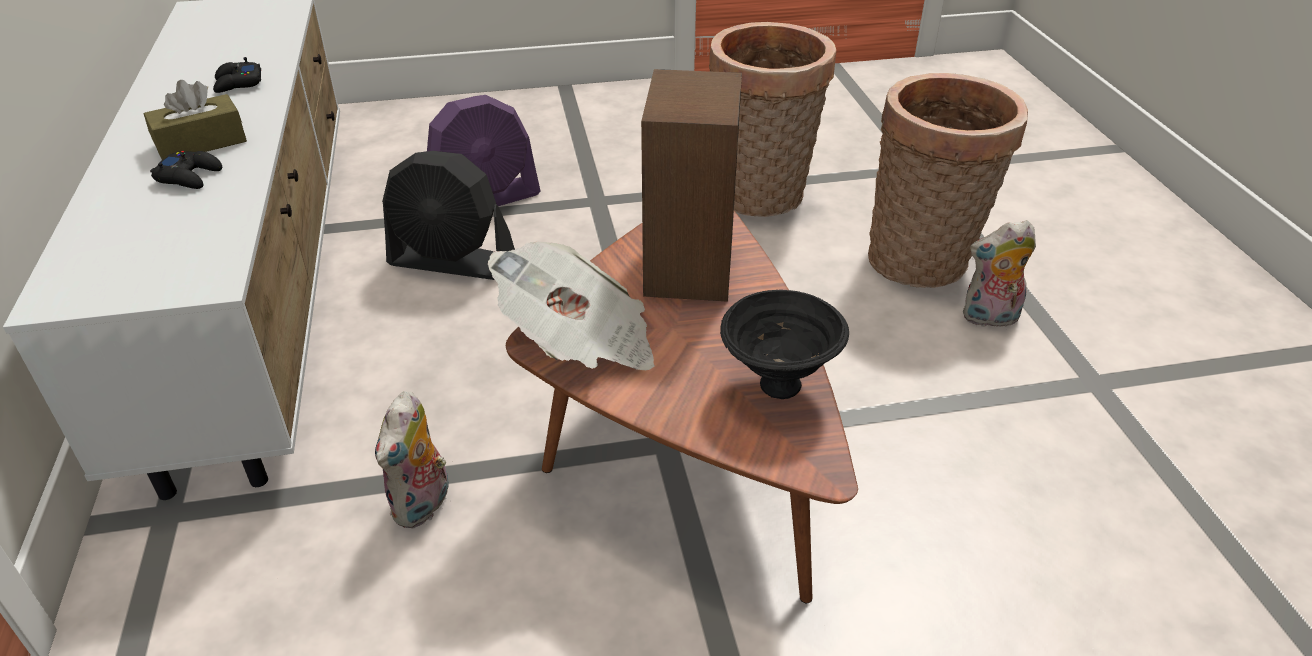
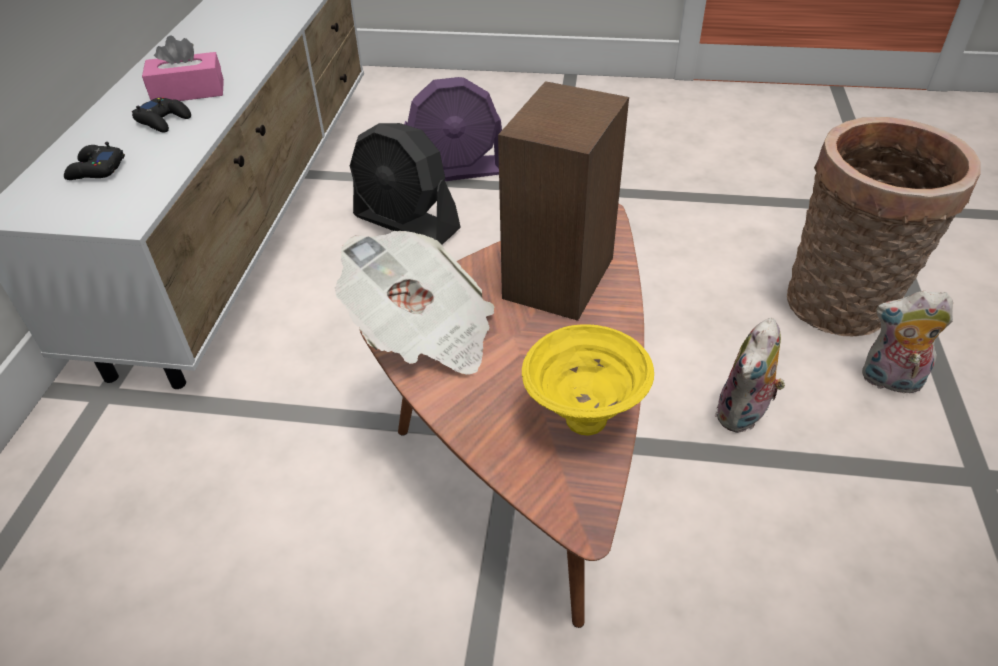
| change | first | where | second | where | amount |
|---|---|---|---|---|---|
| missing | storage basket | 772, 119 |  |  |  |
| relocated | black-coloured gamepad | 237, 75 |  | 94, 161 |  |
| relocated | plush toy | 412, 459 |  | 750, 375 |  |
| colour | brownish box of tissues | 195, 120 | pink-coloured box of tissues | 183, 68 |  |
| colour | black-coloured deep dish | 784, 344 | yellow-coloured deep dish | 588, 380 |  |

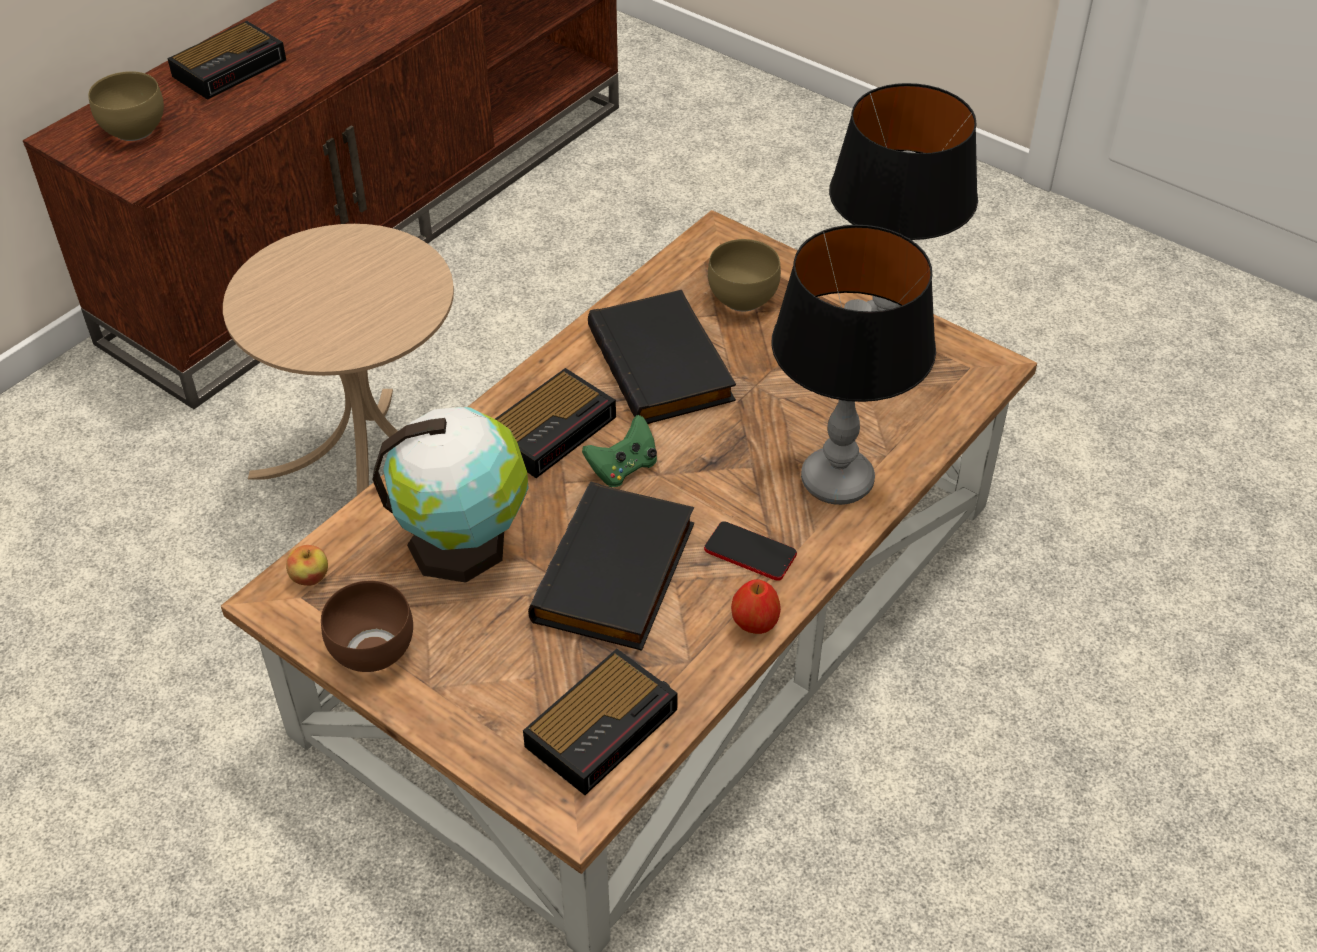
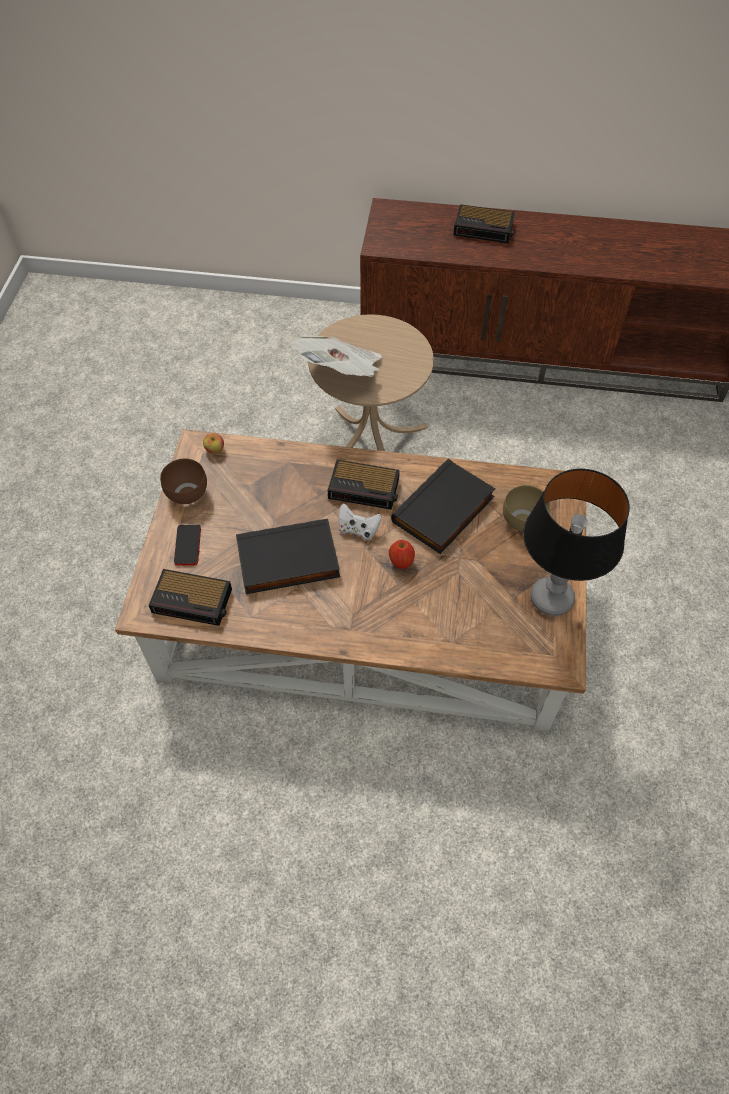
| change | first | where | second | where | amount |
|---|---|---|---|---|---|
| missing | brownish deep dish | 126, 106 |  |  |  |
| missing | world globe | 450, 495 |  |  |  |
| missing | table lamp | 853, 365 |  |  |  |
| appeared |  |  | daily paper | 336, 356 |  |
| relocated | phone | 750, 551 |  | 187, 545 |  |
| relocated | apple | 756, 606 |  | 402, 554 |  |
| colour | greenish gamepad | 619, 451 | white-coloured gamepad | 360, 522 |  |

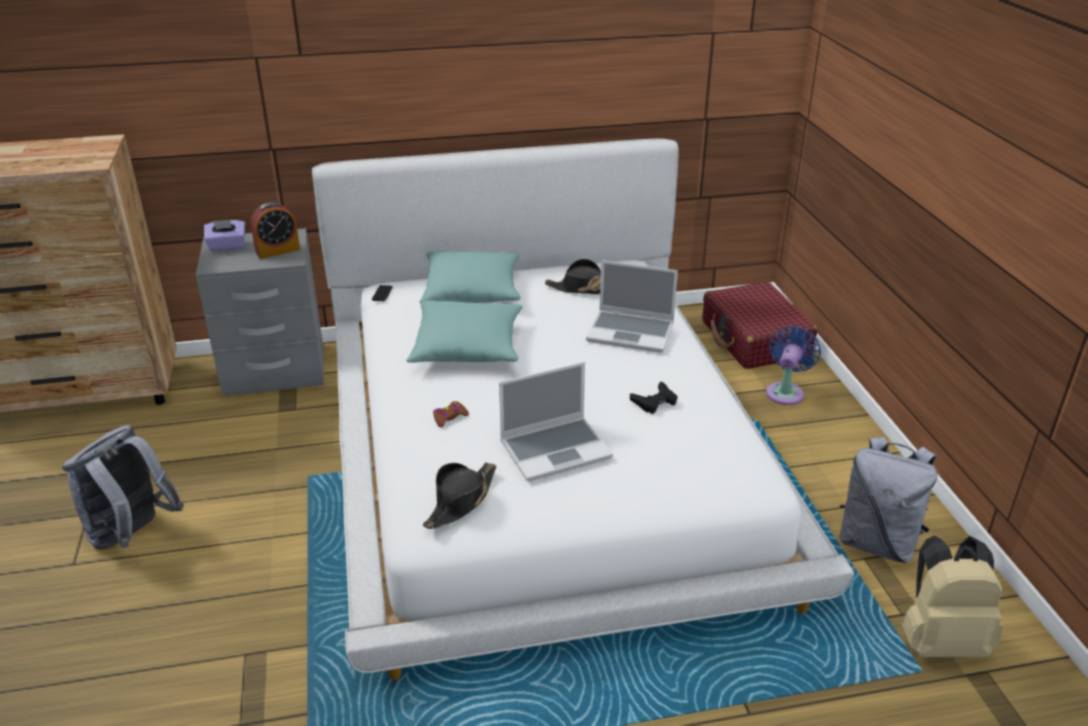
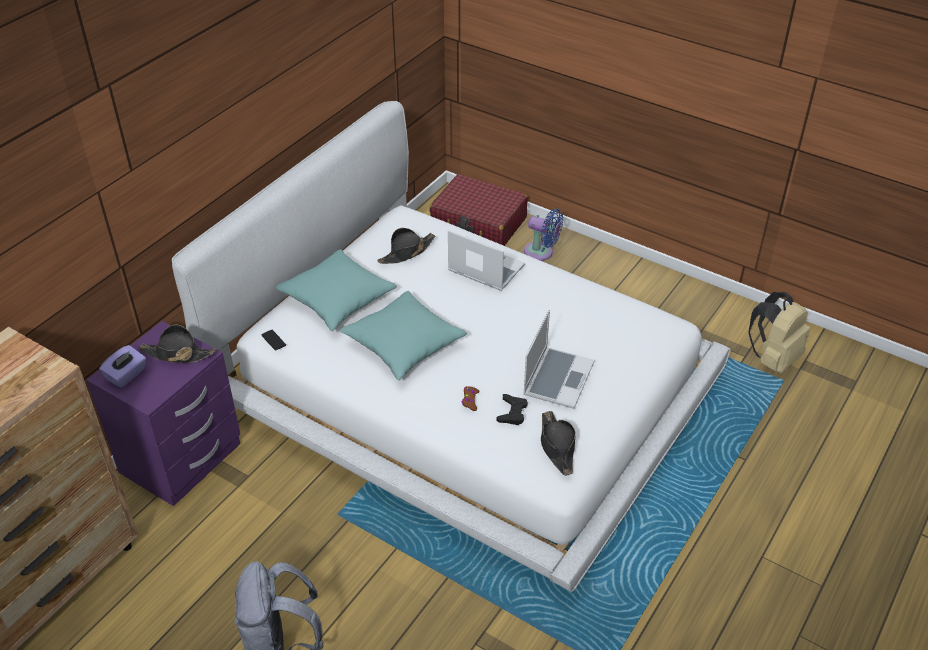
| change | first | where | second | where | amount |
|---|---|---|---|---|---|
| missing | gray rucksack | 889, 500 |  |  |  |
| relocated | black-coloured gamepad | 653, 398 |  | 512, 409 |  |
| exchanged | bedside clock | 275, 230 | black-coloured wearable hat | 177, 344 |  |
| colour | gray nightstand | 260, 312 | purplish nightstand | 163, 413 |  |
| spun | portable computer | 632, 306 |  | 486, 260 | 120 degrees counterclockwise |
| spun | blue-coloured cooling fan | 793, 365 |  | 543, 235 | 135 degrees clockwise |

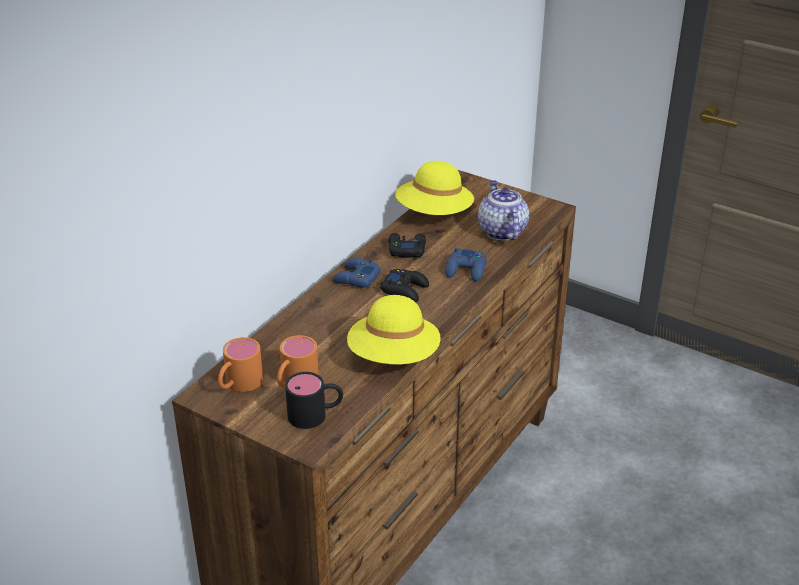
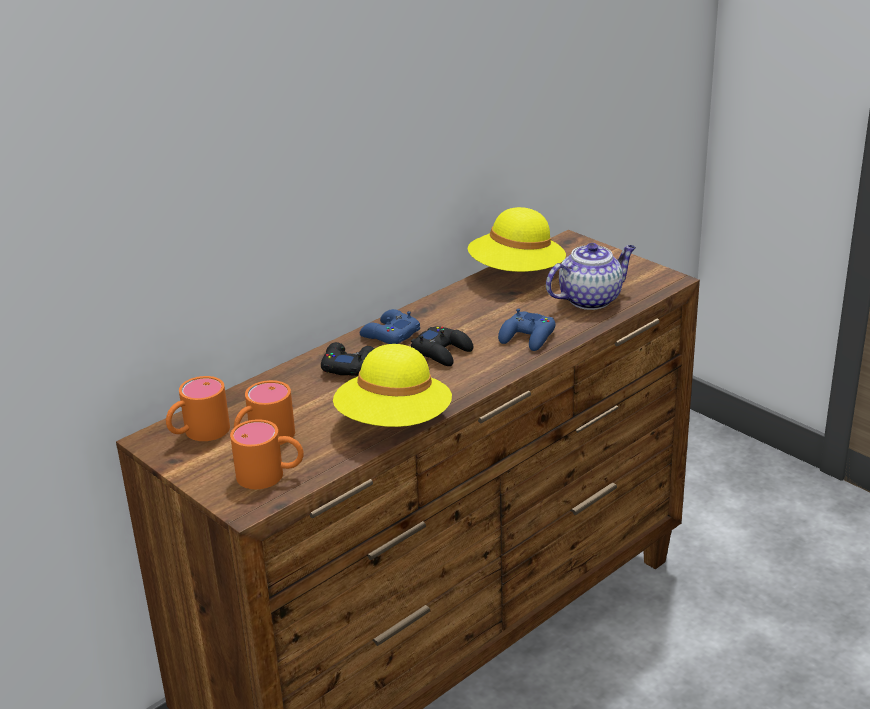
| change | first | where | second | where | amount |
|---|---|---|---|---|---|
| relocated | black-coloured gamepad | 407, 245 |  | 348, 359 |  |
| colour | black-coloured tea mug | 314, 400 | orangey tea mug | 267, 454 |  |
| spun | pot for tea | 503, 210 |  | 591, 276 | 60 degrees clockwise |

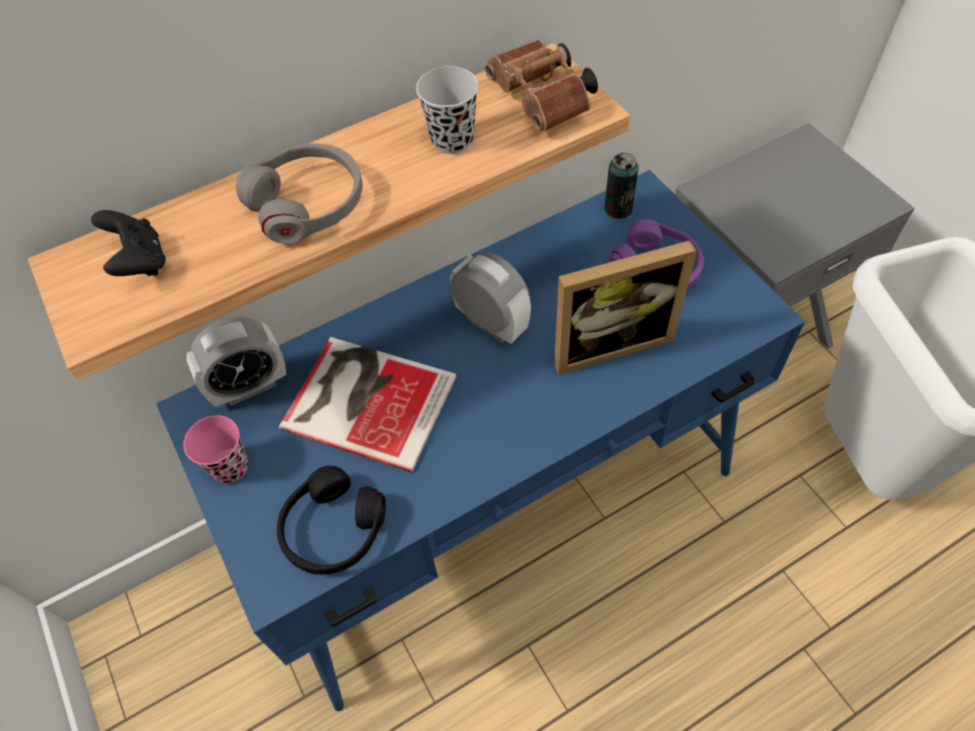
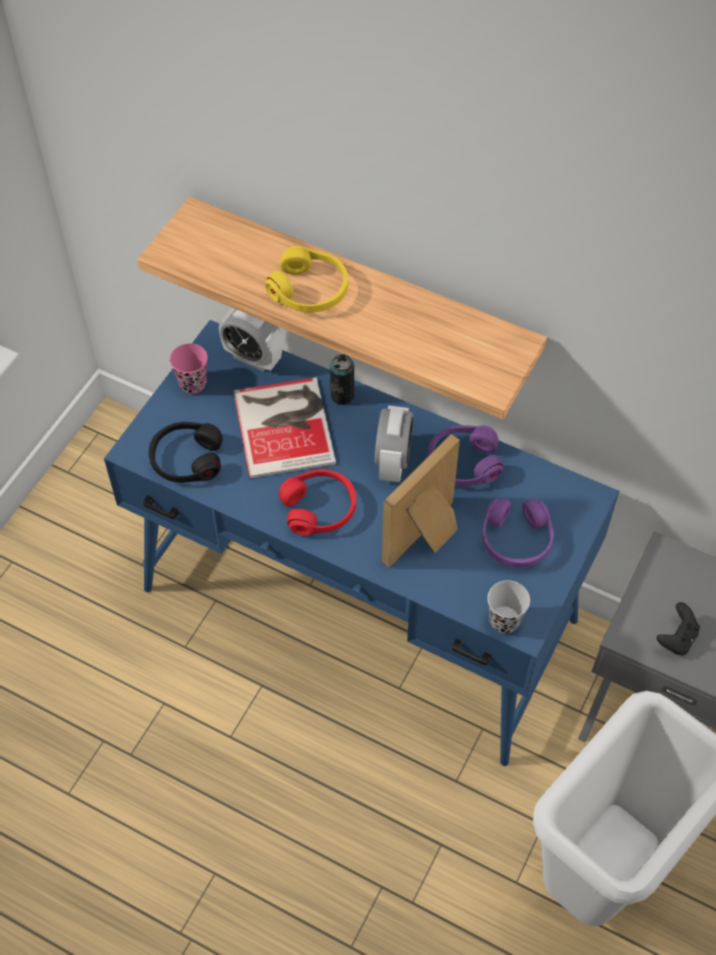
| change | first | where | second | where | amount |
|---|---|---|---|---|---|
| missing | brownish field glasses | 541, 86 |  |  |  |
| appeared |  |  | red-coloured pair of headphones | 317, 502 |  |
| appeared |  |  | purplish pair of headphones | 465, 455 |  |
| relocated | black-coloured gamepad | 128, 243 |  | 678, 628 |  |
| relocated | black-coloured small cup | 447, 110 |  | 508, 607 |  |
| relocated | sealed can | 621, 186 |  | 342, 379 |  |
| colour | gray pair of headphones | 299, 194 | yellow-coloured pair of headphones | 306, 279 |  |
| spun | photo frame | 625, 307 |  | 421, 501 | 90 degrees clockwise |

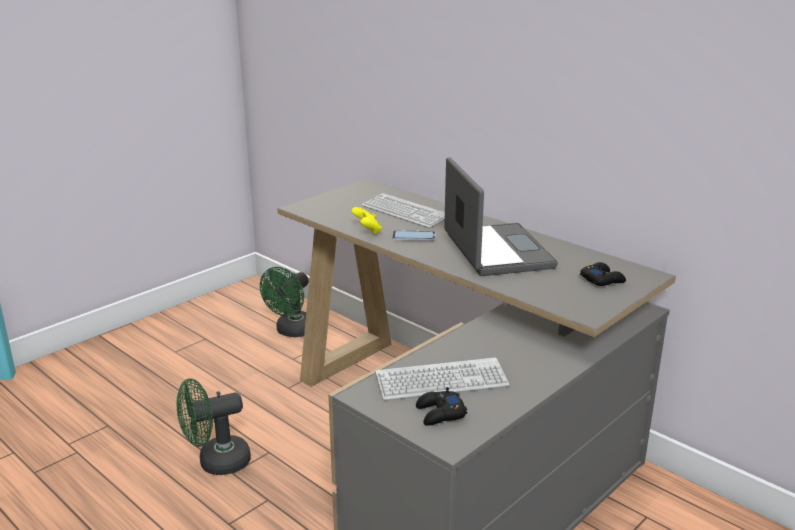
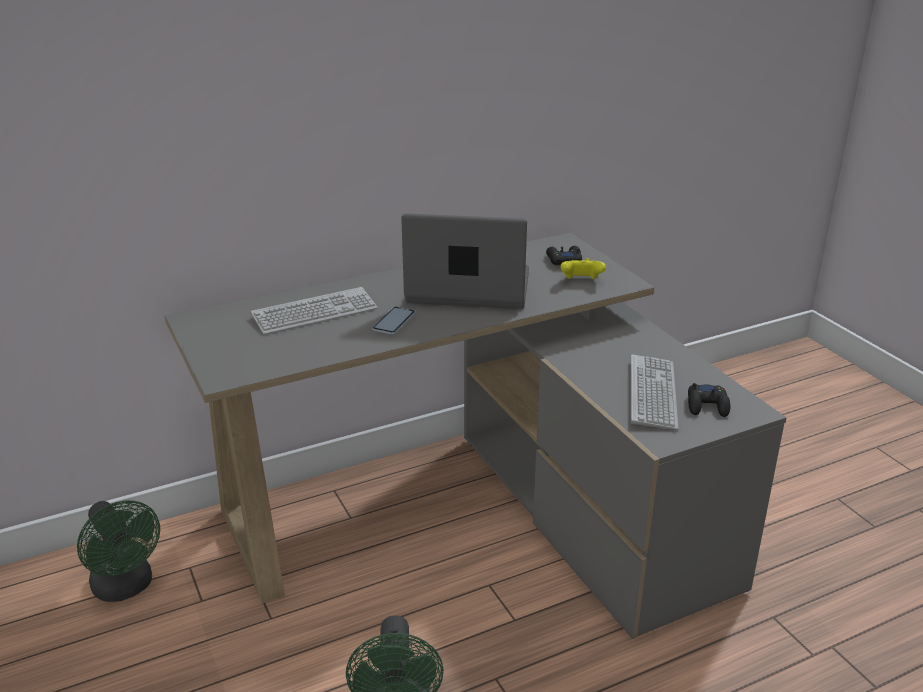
| change | first | where | second | where | amount |
|---|---|---|---|---|---|
| relocated | yellow-coloured gamepad | 367, 221 |  | 583, 269 |  |

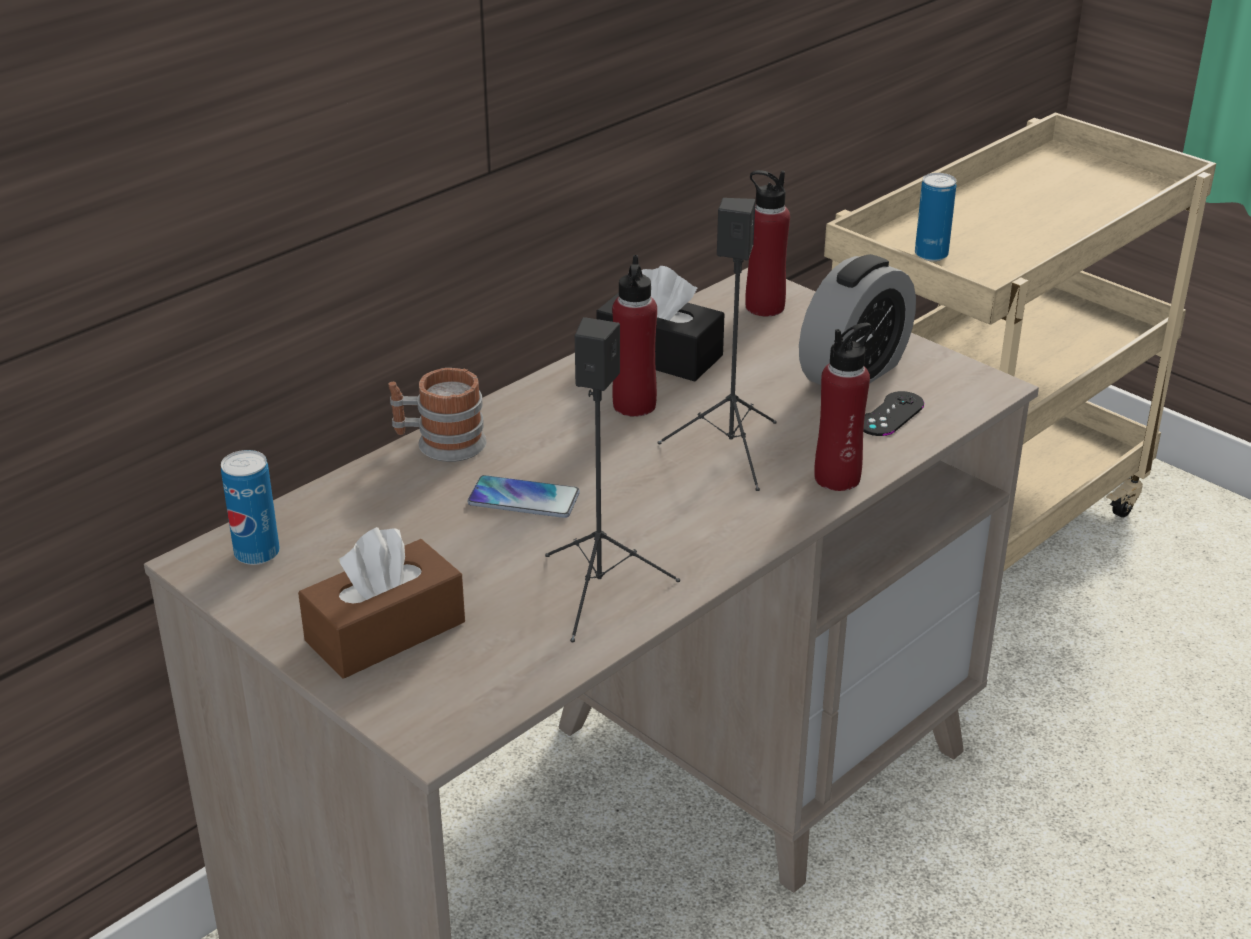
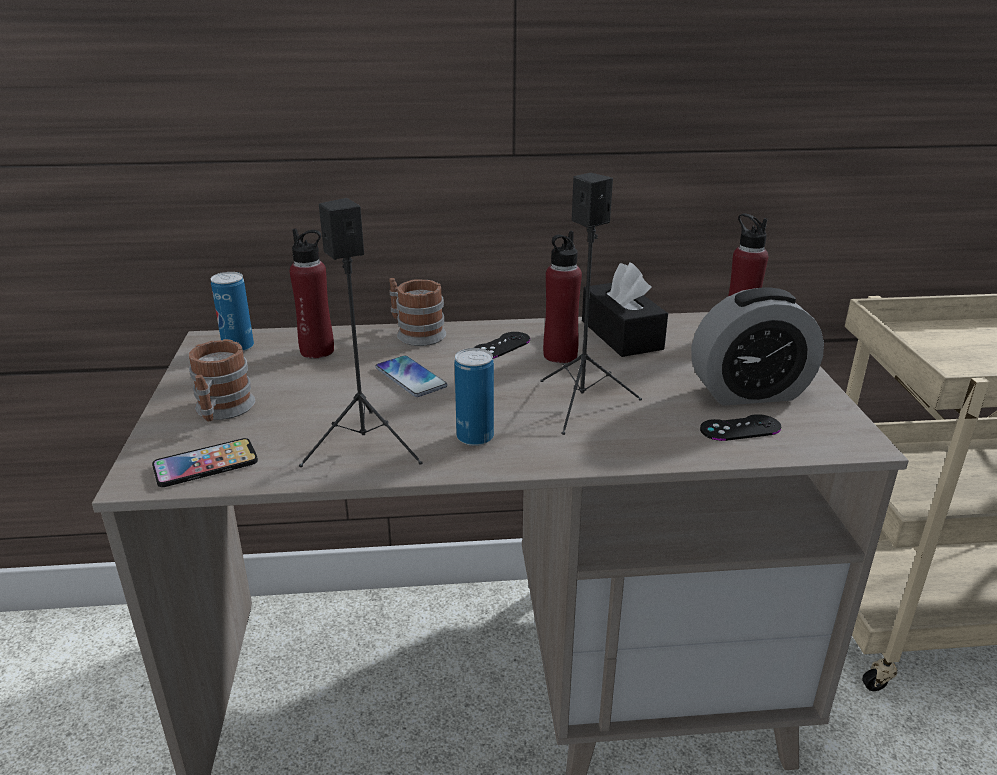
| change | first | where | second | where | amount |
|---|---|---|---|---|---|
| appeared |  |  | phone | 205, 462 |  |
| appeared |  |  | black-coloured gamepad | 502, 345 |  |
| relocated | red-coloured bottle | 843, 407 |  | 312, 293 |  |
| relocated | sealed can | 935, 217 |  | 474, 397 |  |
| exchanged | brownish box of tissues | 381, 603 | tea mug | 222, 380 |  |

